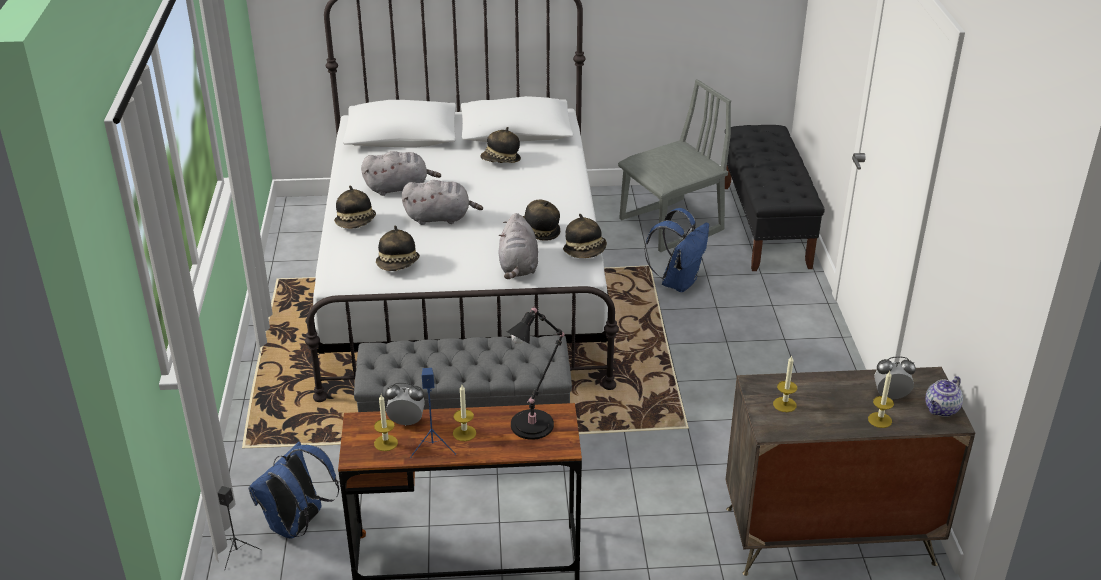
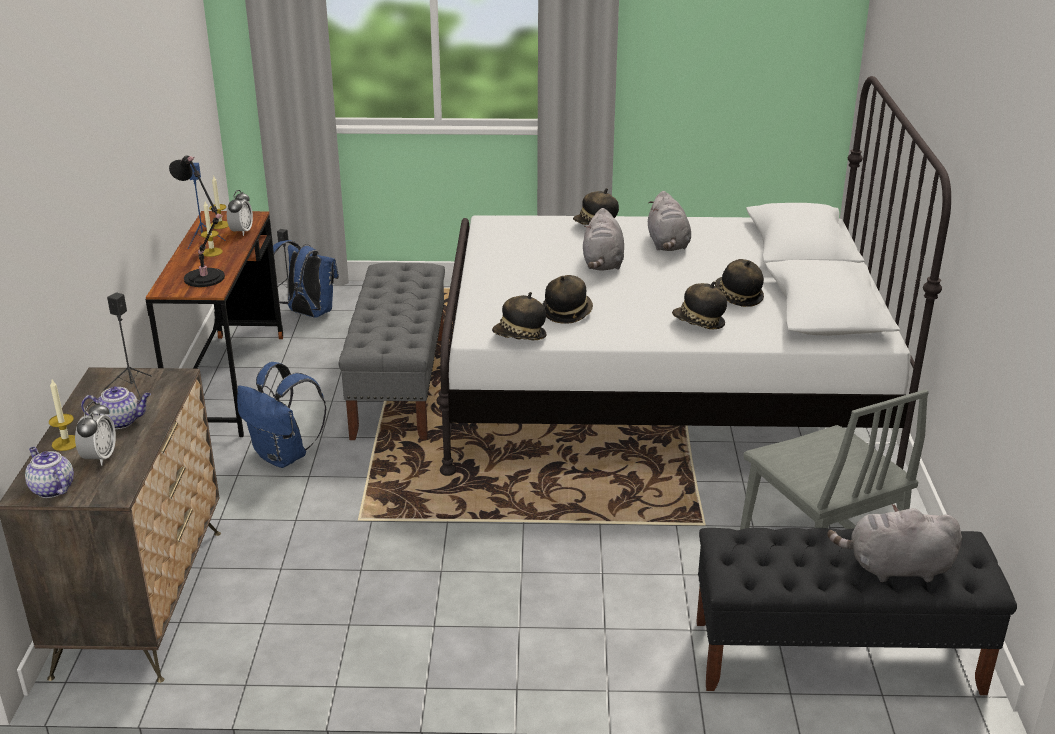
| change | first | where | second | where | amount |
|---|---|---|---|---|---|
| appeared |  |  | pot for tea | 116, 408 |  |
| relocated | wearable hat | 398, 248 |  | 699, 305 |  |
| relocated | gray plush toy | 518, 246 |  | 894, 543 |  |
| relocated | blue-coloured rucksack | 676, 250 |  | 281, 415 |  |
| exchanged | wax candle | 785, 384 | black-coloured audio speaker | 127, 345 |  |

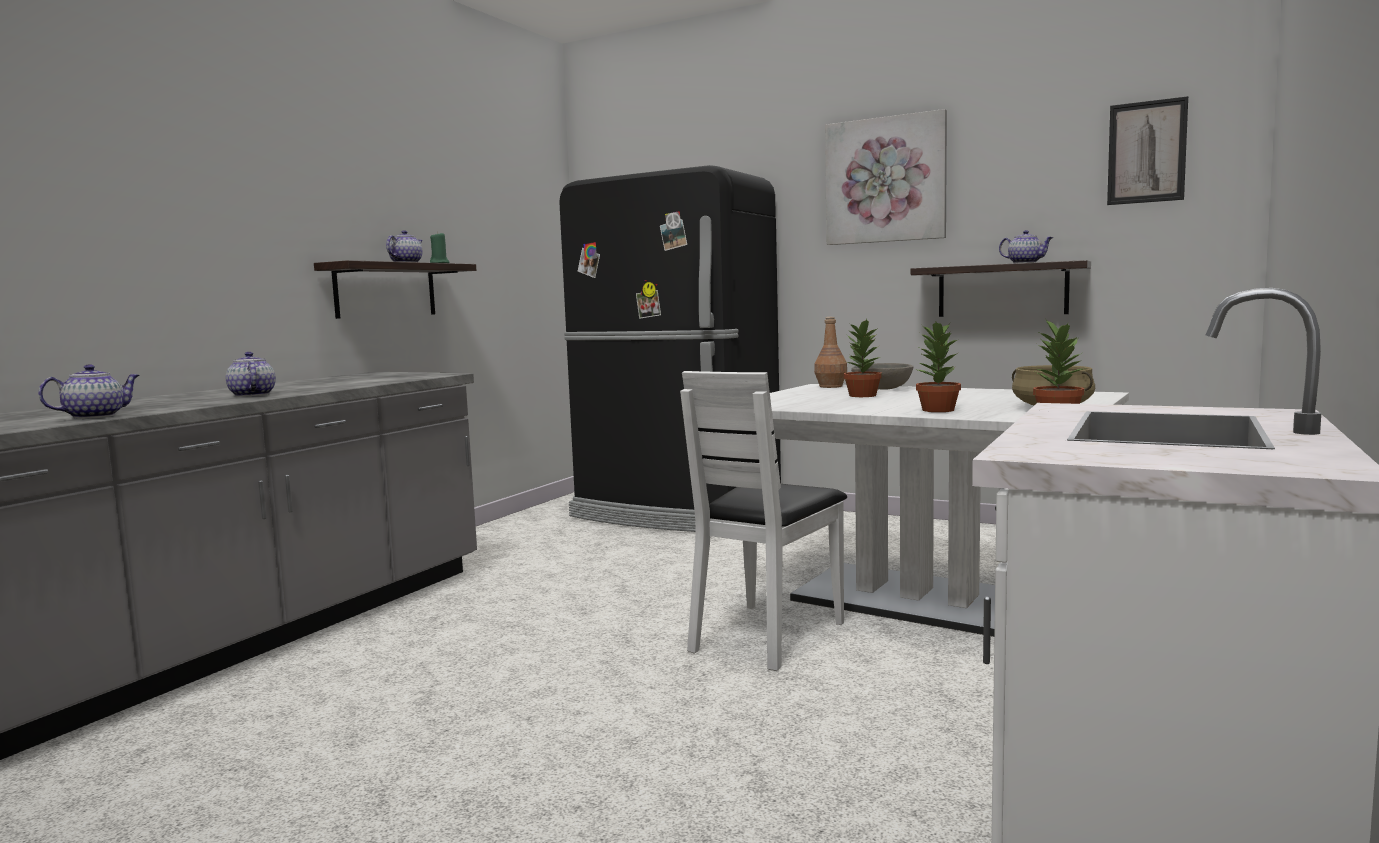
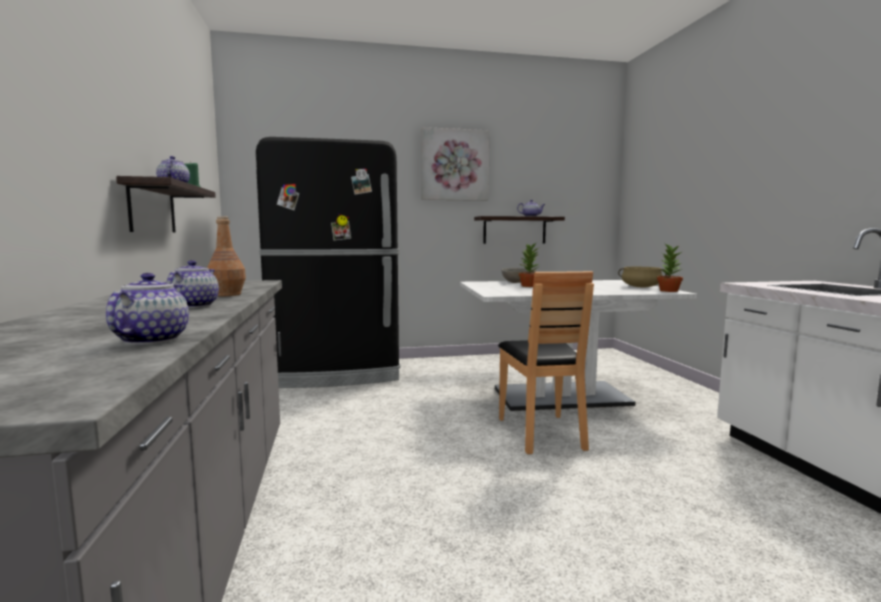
| change | first | where | second | where | amount |
|---|---|---|---|---|---|
| missing | houseplant | 938, 367 |  |  |  |
| missing | wall art | 1147, 150 |  |  |  |
| relocated | brownish bottle | 830, 352 |  | 226, 256 |  |
| colour | white-coloured chair | 763, 521 | brownish chair | 546, 362 |  |
| spun | pot for tea | 251, 374 |  | 192, 284 | 75 degrees clockwise |

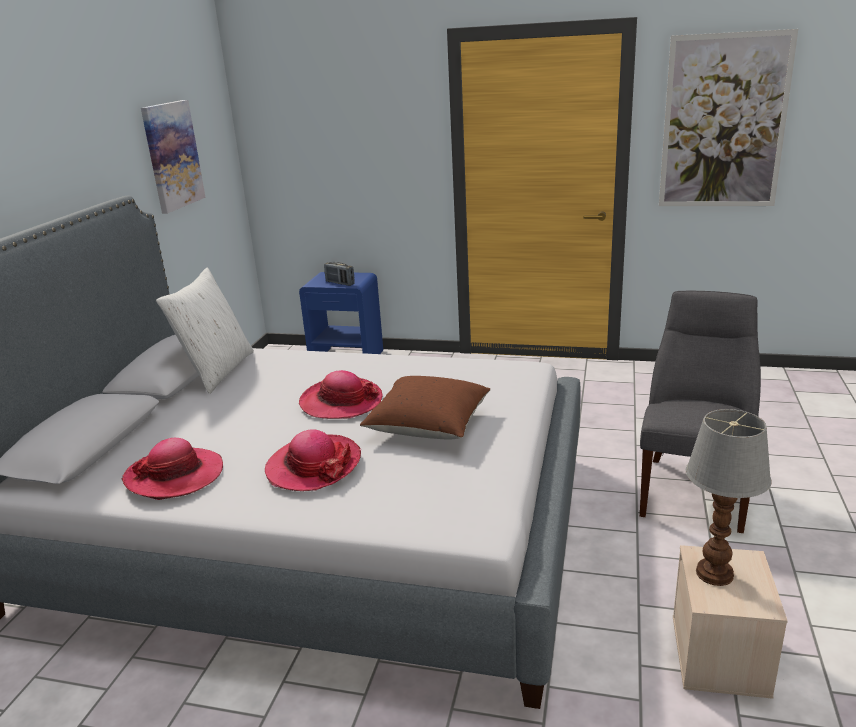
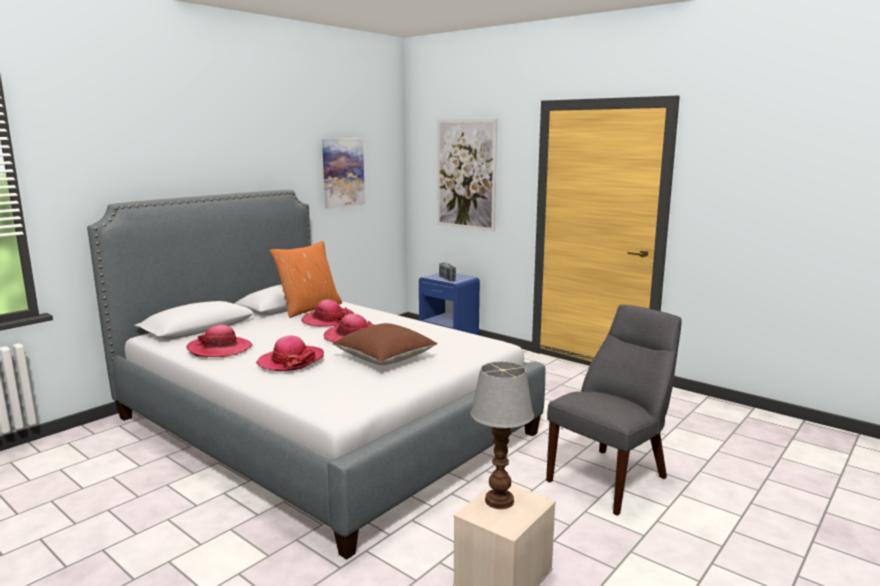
| change | first | where | second | where | amount |
|---|---|---|---|---|---|
| appeared |  |  | wearable hat | 327, 313 |  |
| relocated | wall art | 728, 117 |  | 467, 175 |  |
| colour | white-coloured cushion | 205, 331 | orangey cushion | 306, 279 |  |

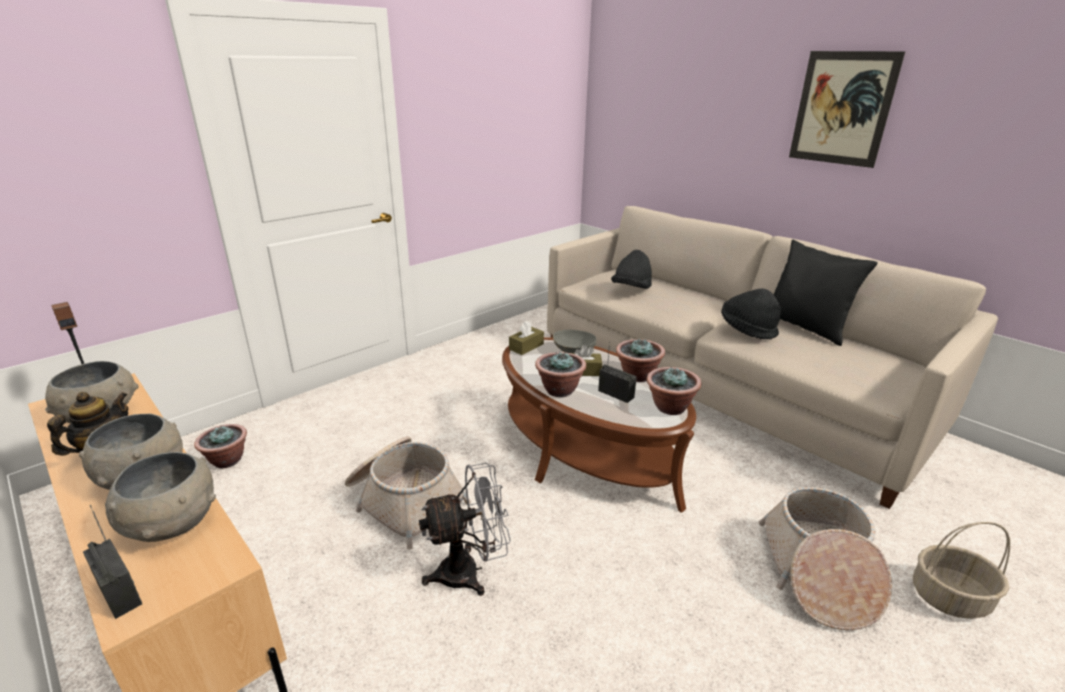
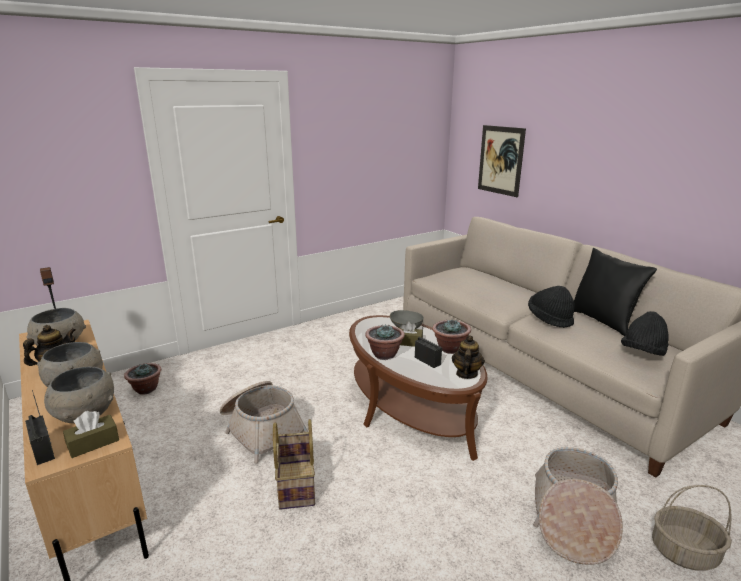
| change | first | where | second | where | amount |
|---|---|---|---|---|---|
| relocated | brownish box of tissues | 526, 338 |  | 91, 434 |  |
| relocated | black-coloured wearable hat | 631, 269 |  | 645, 333 |  |
| relocated | wall art | 847, 109 |  | 502, 161 |  |
| exchanged | gray cooling fan | 465, 529 | storage basket | 294, 464 |  |
| exchanged | houseplant | 673, 391 | pot for tea | 468, 357 |  |

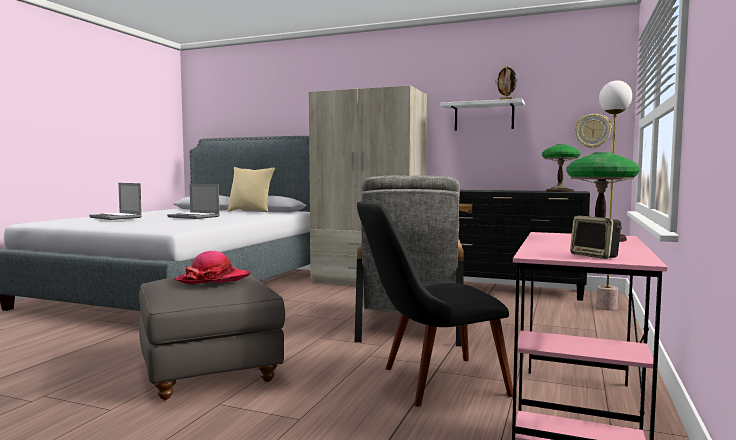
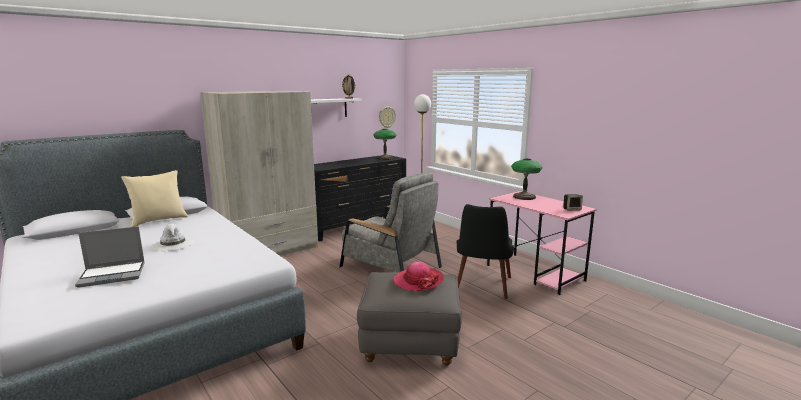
| change | first | where | second | where | amount |
|---|---|---|---|---|---|
| exchanged | portable computer | 193, 201 | white-coloured wearable hat | 172, 237 |  |

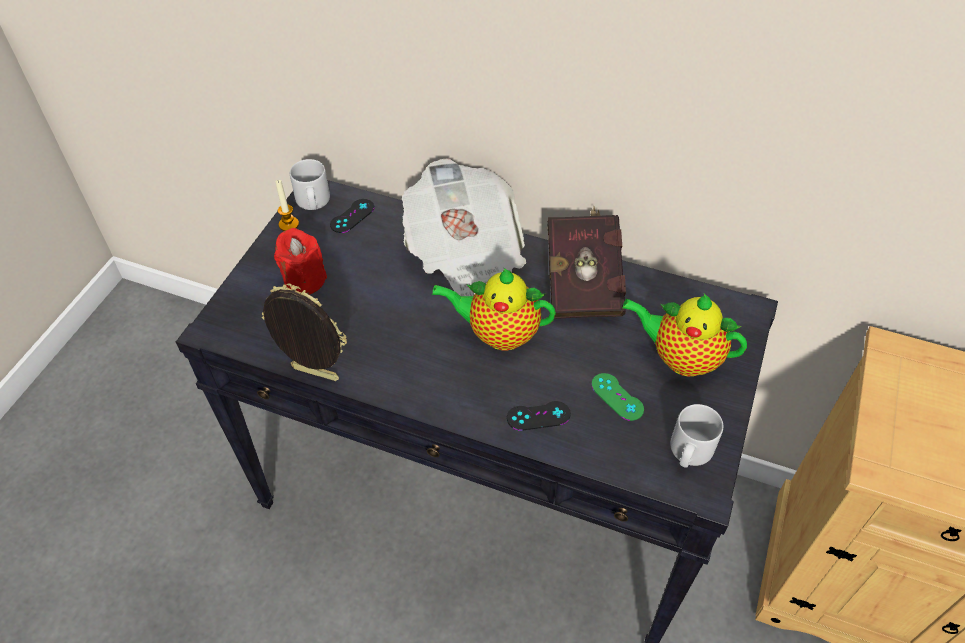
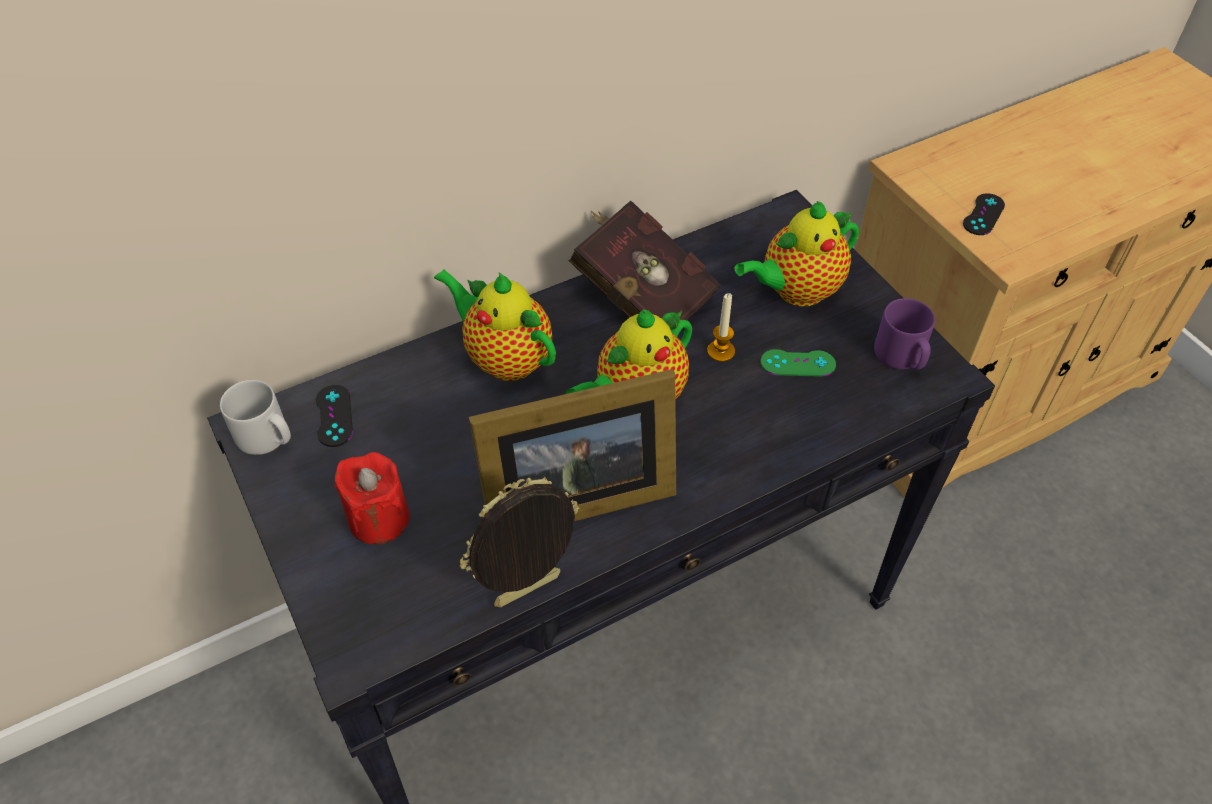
| change | first | where | second | where | amount |
|---|---|---|---|---|---|
| appeared |  |  | photo frame | 572, 445 |  |
| relocated | wax candle | 287, 205 |  | 721, 327 |  |
| relocated | black-coloured gamepad | 539, 416 |  | 984, 214 |  |
| exchanged | daily paper | 464, 227 | pot for tea | 495, 325 |  |
| colour | gray tea mug | 696, 436 | purplish tea mug | 904, 334 |  |

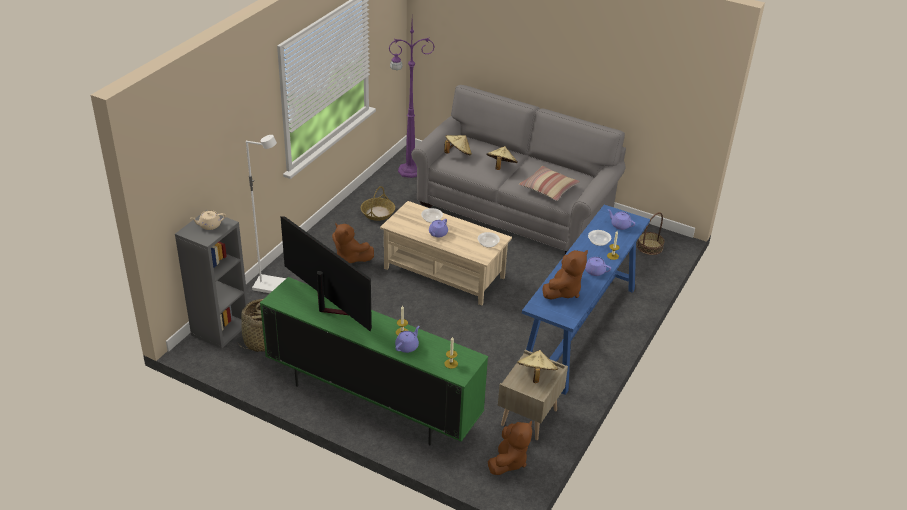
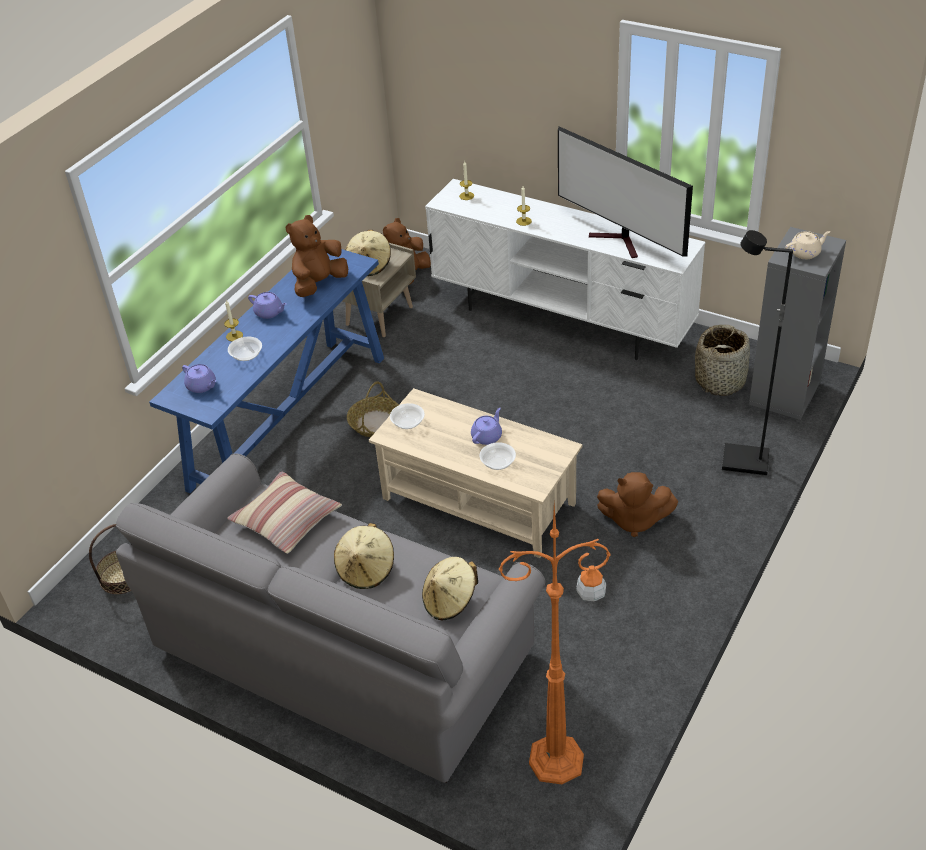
| change | first | where | second | where | amount |
|---|---|---|---|---|---|
| missing | purplish pot for tea | 407, 339 |  |  |  |
| relocated | storage basket | 378, 203 |  | 373, 409 |  |
| colour | white-coloured floor lamp | 266, 214 | black-coloured floor lamp | 757, 353 |  |
| colour | greenish media console | 374, 361 | white-coloured media console | 565, 269 |  |
| colour | purplish floor lamp | 412, 100 | orangey floor lamp | 554, 644 |  |
| spun | brownish plush toy | 353, 243 |  | 637, 504 | 150 degrees clockwise |

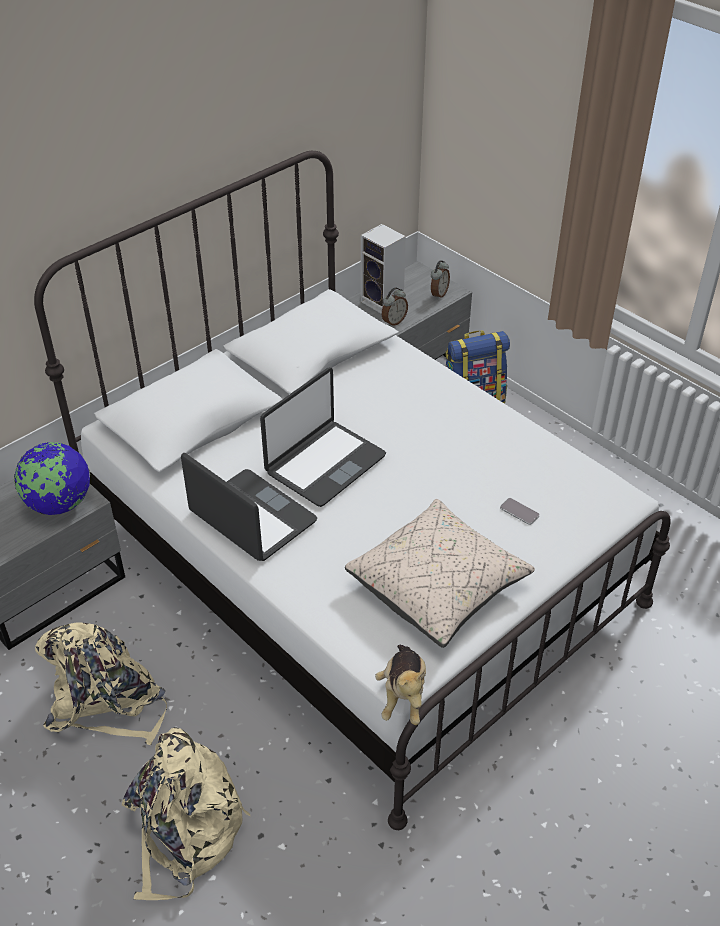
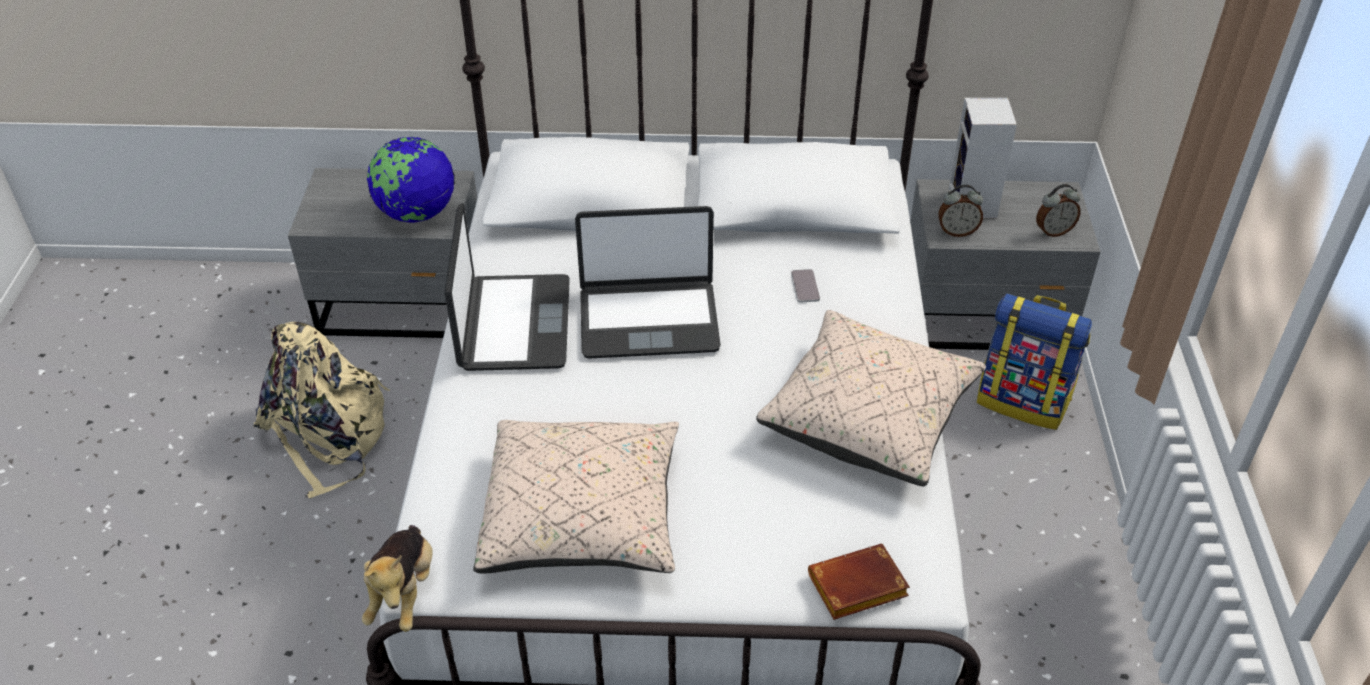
| change | first | where | second | where | amount |
|---|---|---|---|---|---|
| missing | beige rucksack | 186, 813 |  |  |  |
| appeared |  |  | beige cushion | 871, 398 |  |
| appeared |  |  | brownish volume | 859, 582 |  |
| relocated | phone | 520, 511 |  | 805, 285 |  |
| spun | plush toy | 400, 685 |  | 397, 578 | 45 degrees counterclockwise |

